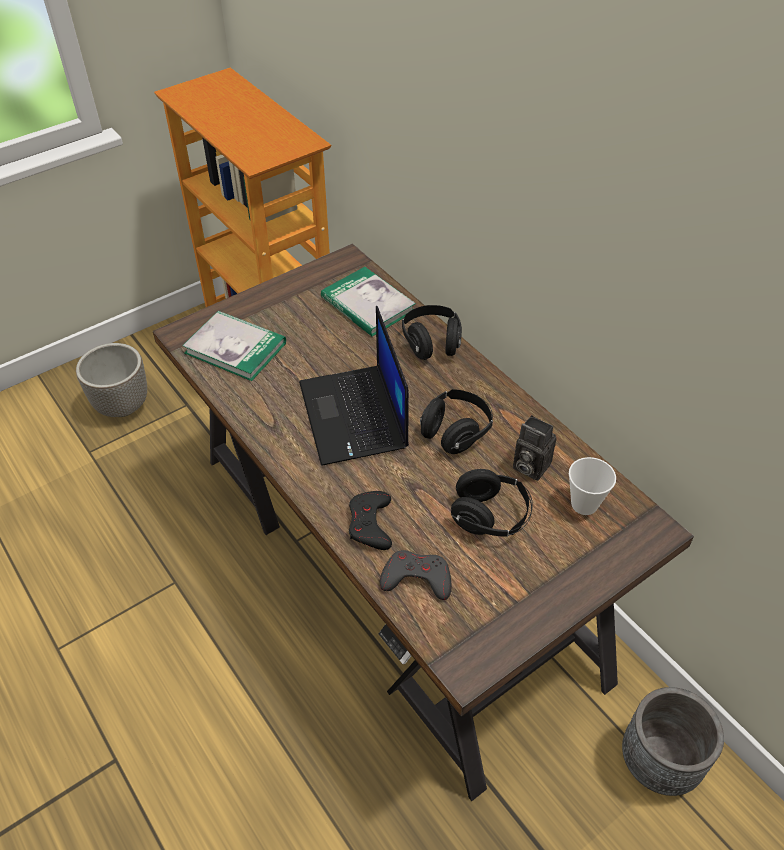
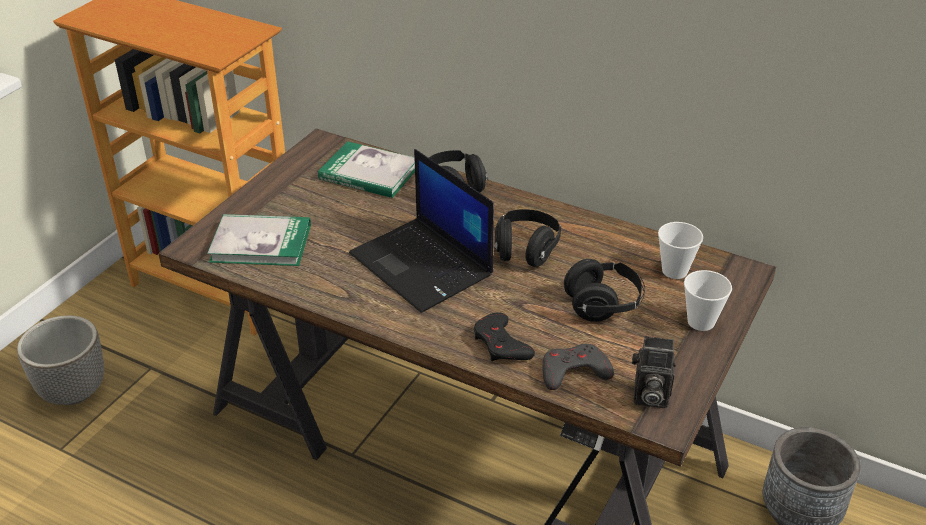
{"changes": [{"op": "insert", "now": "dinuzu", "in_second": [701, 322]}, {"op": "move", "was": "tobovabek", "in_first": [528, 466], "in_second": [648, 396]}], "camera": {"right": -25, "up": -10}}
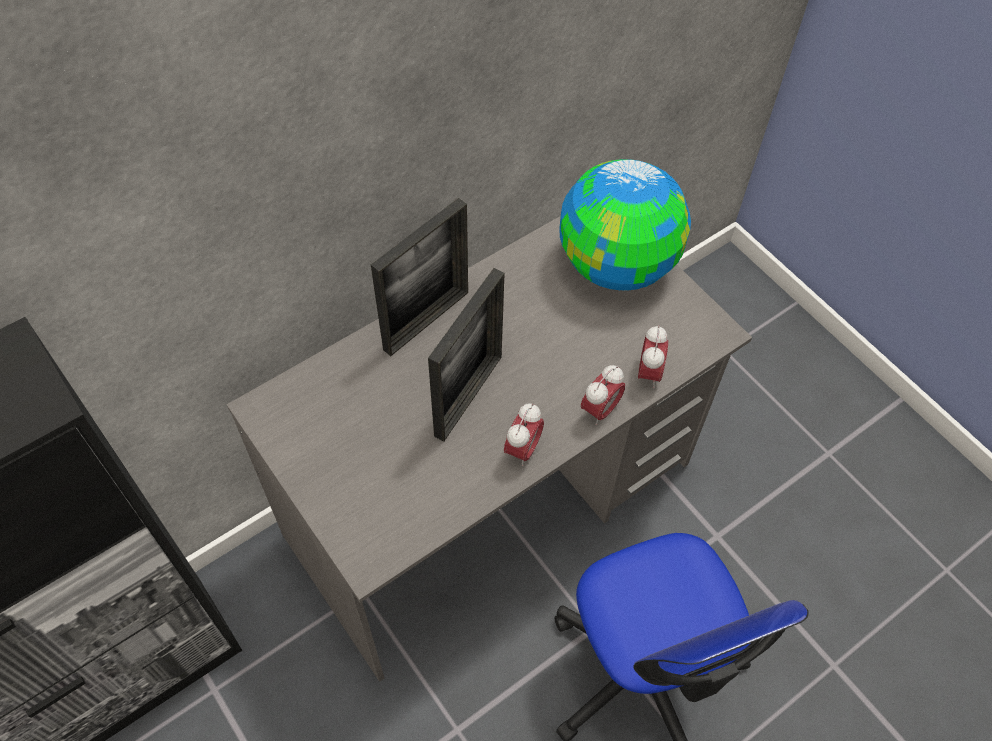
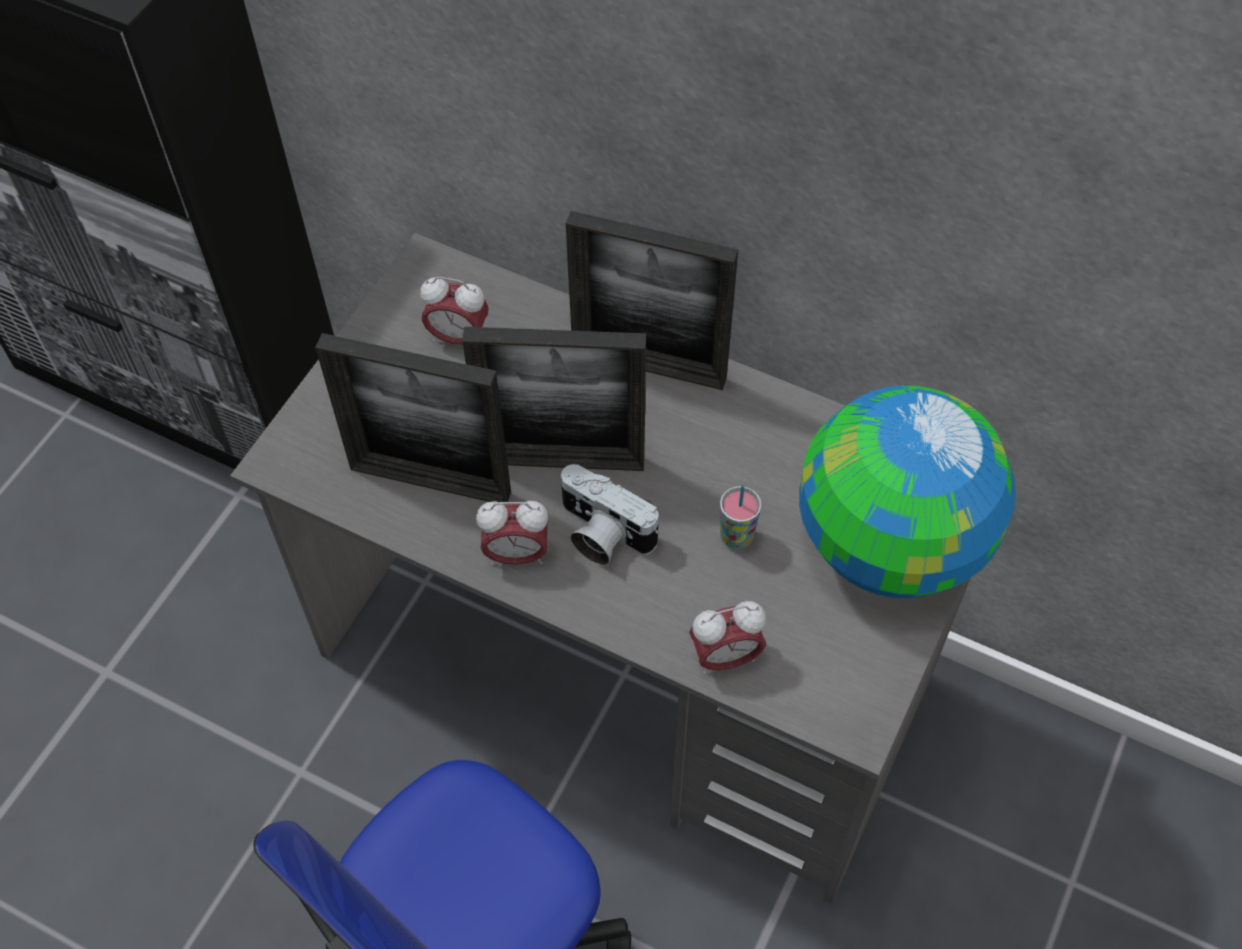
{"changes": [{"op": "insert", "now": "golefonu", "in_second": [430, 481]}, {"op": "insert", "now": "tobovabek", "in_second": [601, 534]}, {"op": "insert", "now": "dinuzu", "in_second": [736, 537]}, {"op": "move", "was": "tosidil", "in_first": [600, 410], "in_second": [458, 337]}], "camera": {"right": 65, "up": 0}}
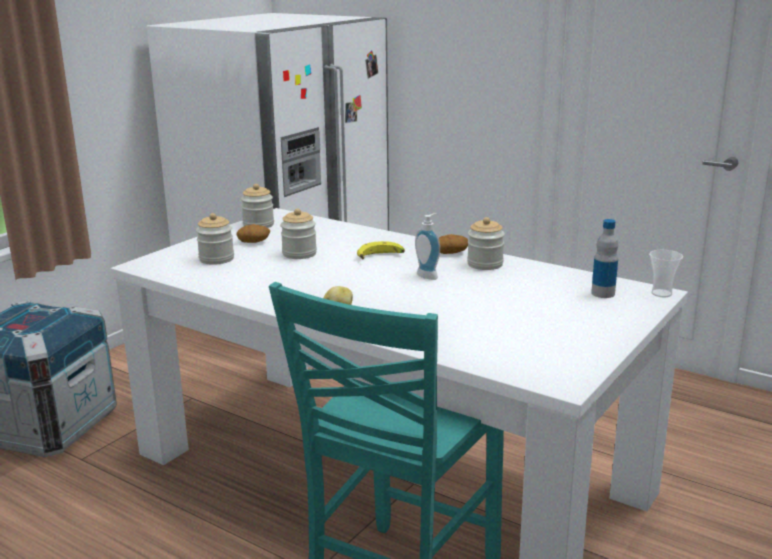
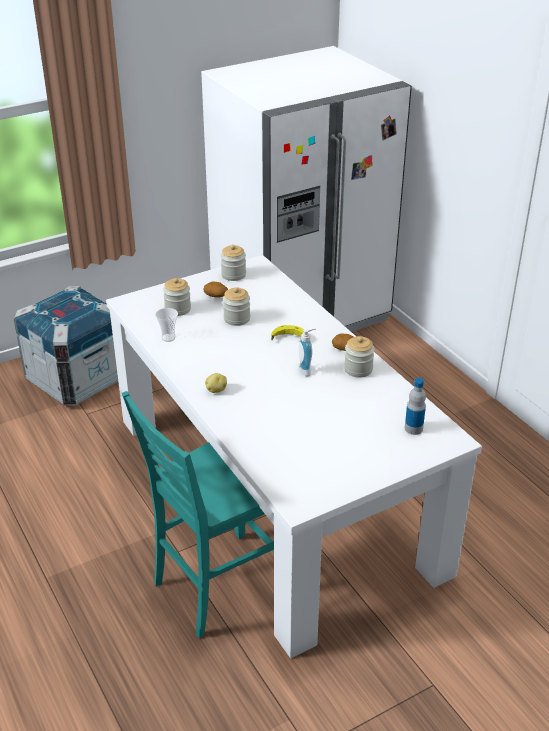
{"changes": [{"op": "move", "was": "dinuzu", "in_first": [661, 293], "in_second": [168, 338]}], "camera": {"right": 25, "up": 15}}
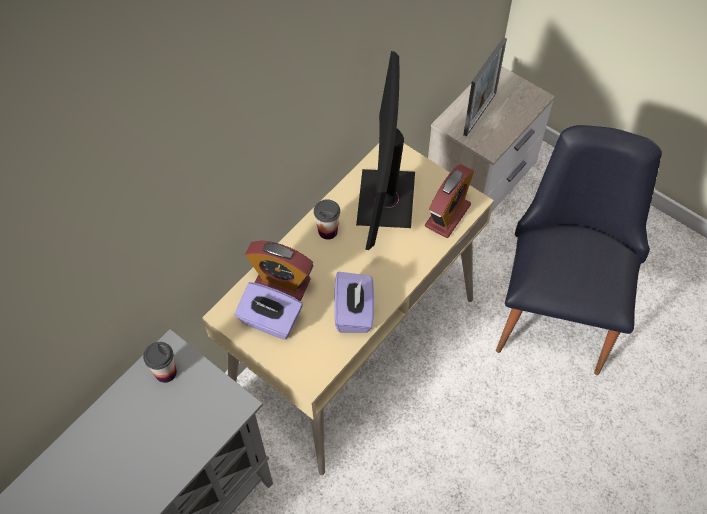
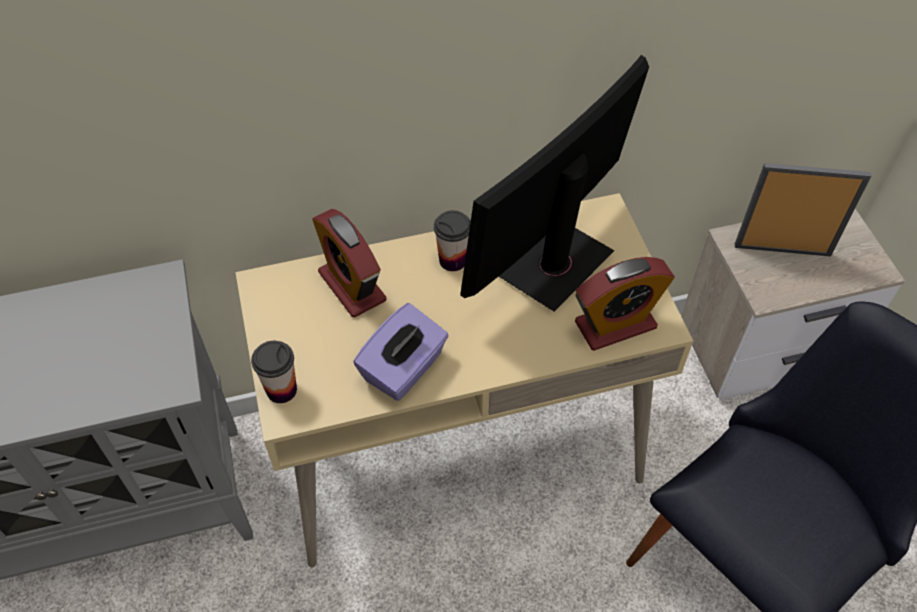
{"changes": [{"op": "delete", "was": "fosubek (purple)", "in_first": [270, 321]}, {"op": "move", "was": "dinuzu", "in_first": [165, 372], "in_second": [281, 390]}, {"op": "rotate", "was": "golefonu", "in_first": [480, 114], "in_second": [782, 250], "clockwise": -150}], "camera": {"right": 35, "up": -5}}
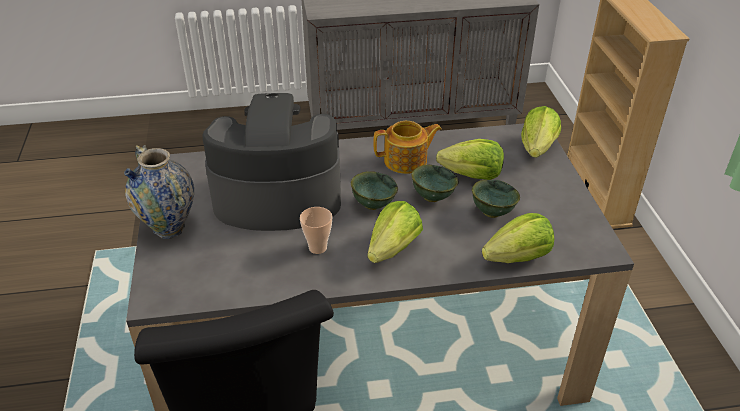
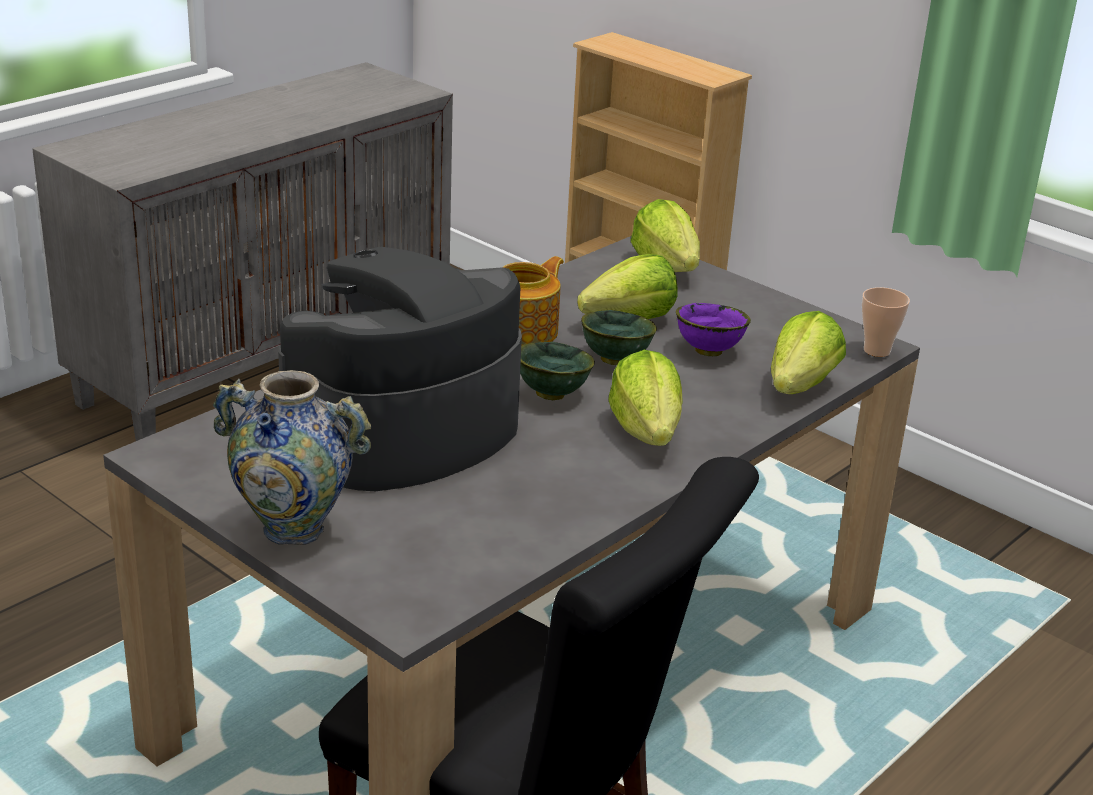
{"changes": [{"op": "move", "was": "dinuzu", "in_first": [317, 248], "in_second": [877, 351]}, {"op": "recolor", "was": "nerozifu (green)", "now": "nerozifu (purple)", "in_first": [491, 212], "in_second": [707, 351]}], "camera": {"right": -40, "up": -10}}
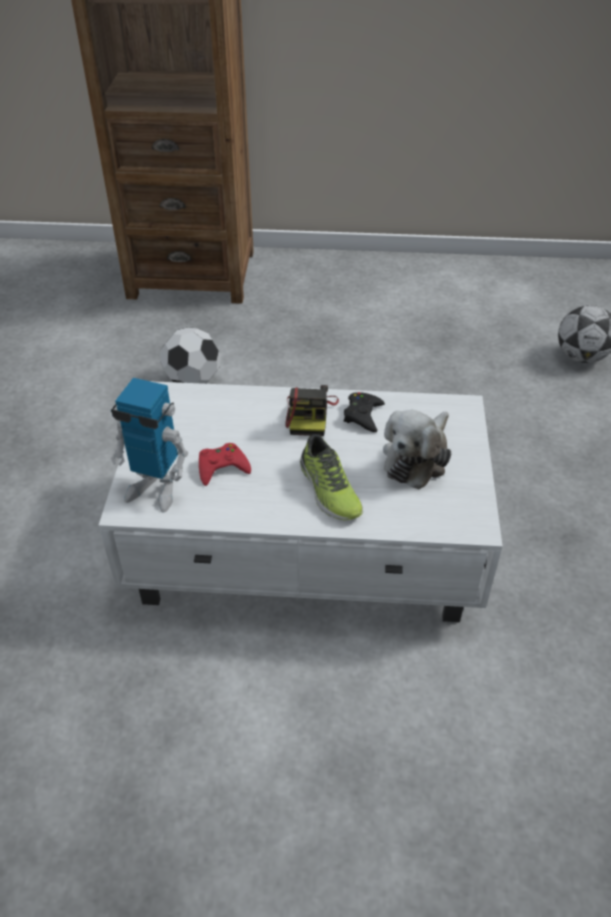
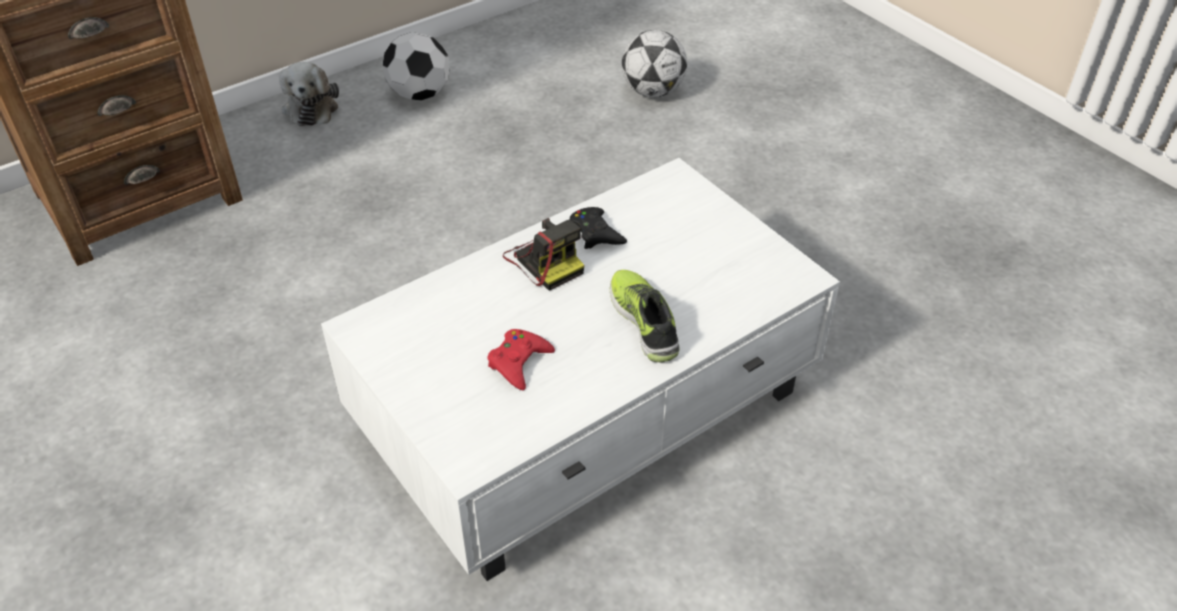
{"changes": [{"op": "delete", "was": "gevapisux", "in_first": [155, 489]}, {"op": "move", "was": "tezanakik", "in_first": [193, 380], "in_second": [420, 94]}, {"op": "move", "was": "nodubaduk", "in_first": [417, 458], "in_second": [311, 107]}, {"op": "rotate", "was": "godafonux", "in_first": [328, 490], "in_second": [645, 321], "clockwise": -135}], "camera": {"right": -40, "up": 0}}
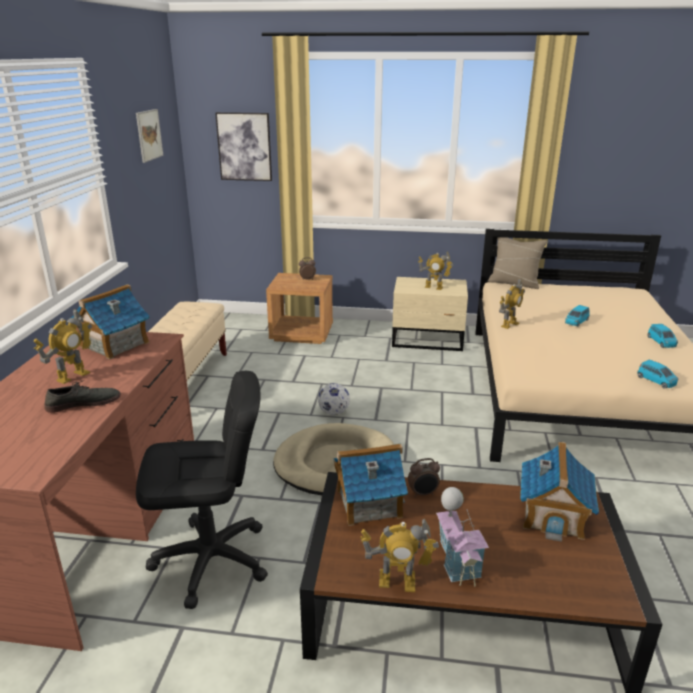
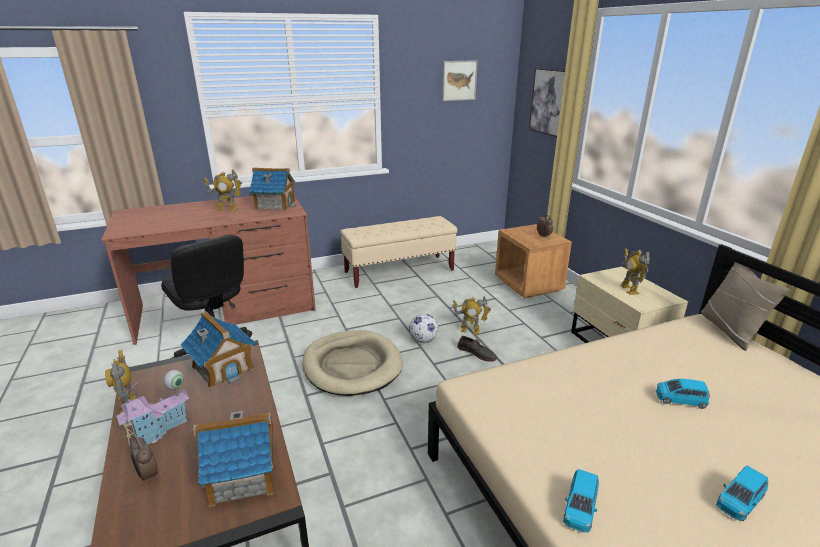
{"changes": [{"op": "move", "was": "godafonux (grey)", "in_first": [83, 403], "in_second": [477, 353]}, {"op": "move", "was": "tosidil", "in_first": [423, 494], "in_second": [148, 475]}, {"op": "move", "was": "gevapisux", "in_first": [509, 324], "in_second": [470, 331]}], "camera": {"right": 60, "up": 0}}
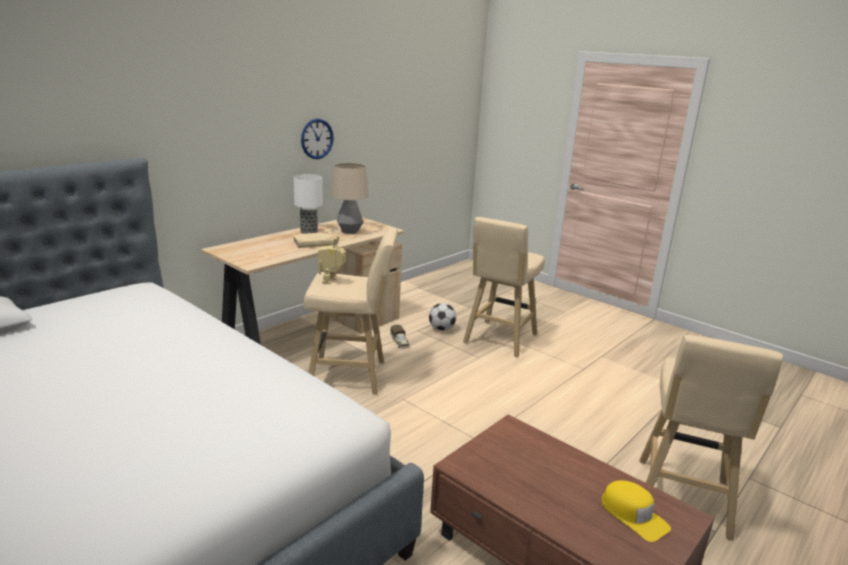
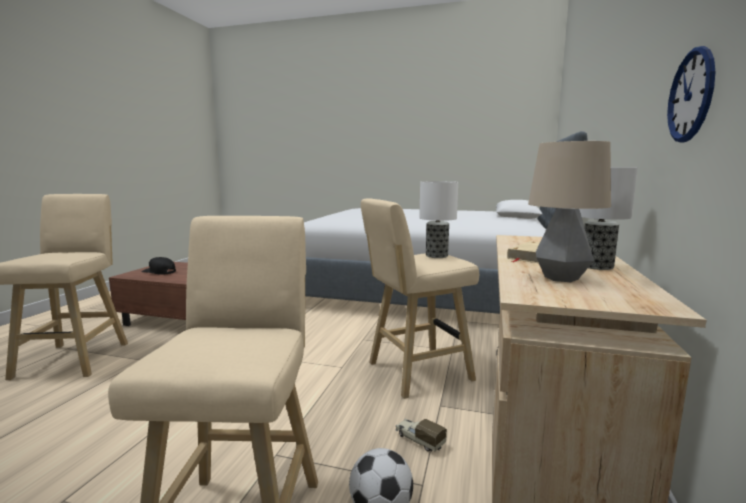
{"changes": [{"op": "replace", "was": "gevapisux", "now": "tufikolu", "in_first": [332, 281], "in_second": [436, 256]}, {"op": "recolor", "was": "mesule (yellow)", "now": "mesule (black)", "in_first": [633, 515], "in_second": [159, 272]}], "camera": {"right": 155, "up": -10}}
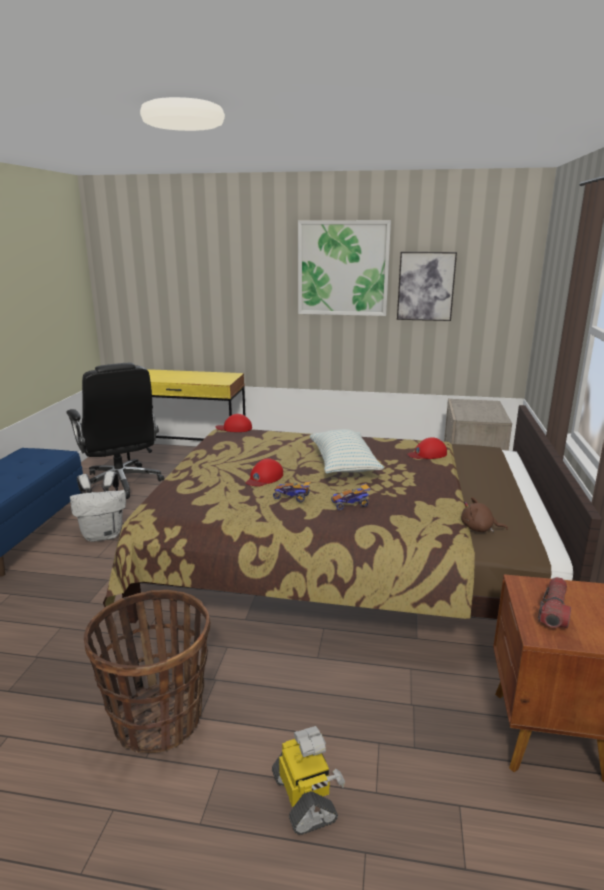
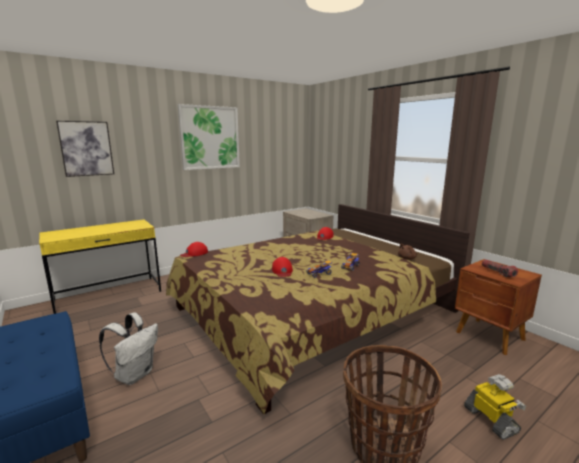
{"changes": [{"op": "delete", "was": "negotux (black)", "in_first": [121, 483]}, {"op": "delete", "was": "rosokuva", "in_first": [343, 465]}, {"op": "move", "was": "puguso", "in_first": [425, 286], "in_second": [86, 148]}, {"op": "rotate", "was": "gevapisux", "in_first": [305, 798], "in_second": [491, 420], "clockwise": 45}], "camera": {"right": -45, "up": -5}}
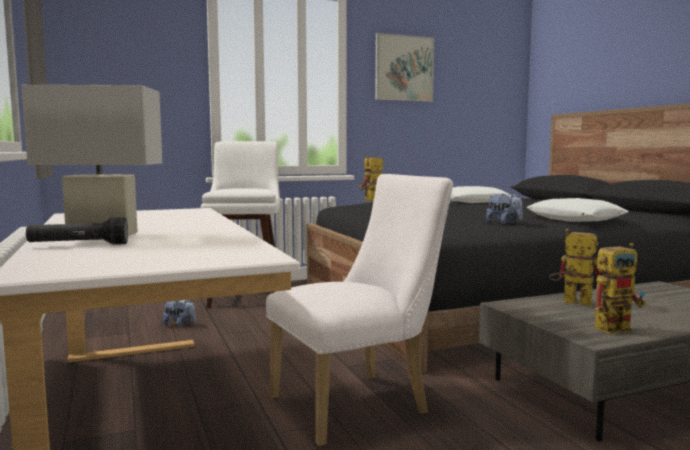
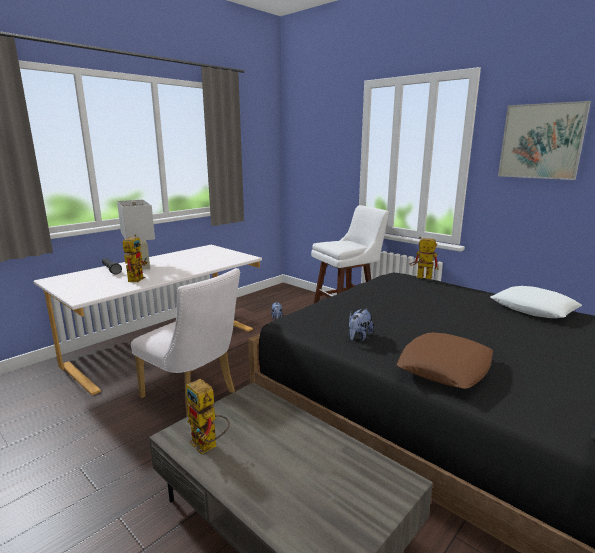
{"changes": [{"op": "move", "was": "gevapisux", "in_first": [570, 302], "in_second": [136, 278]}, {"op": "recolor", "was": "rosokuva (white)", "now": "rosokuva (brown)", "in_first": [575, 219], "in_second": [445, 367]}], "camera": {"right": 65, "up": 10}}
